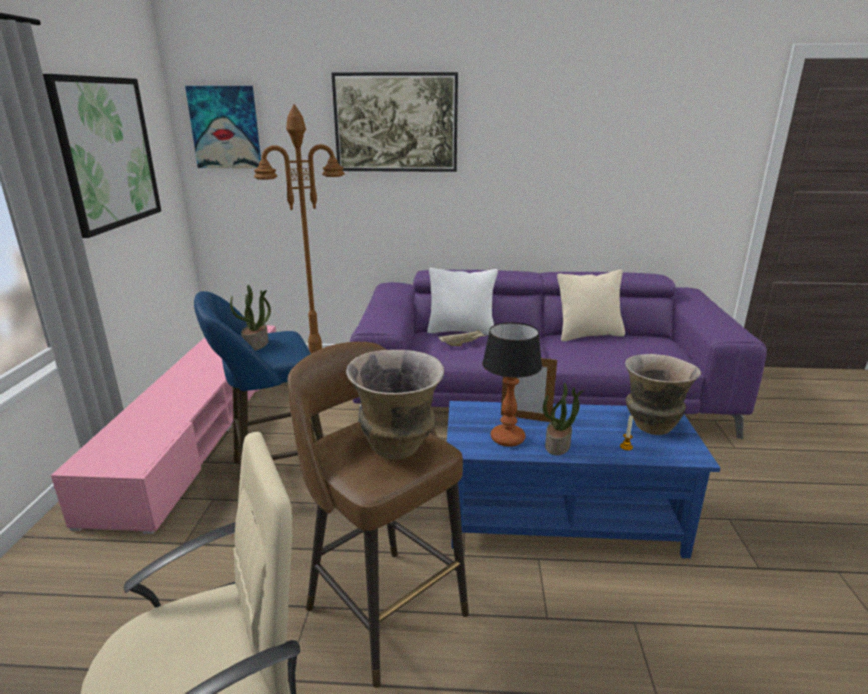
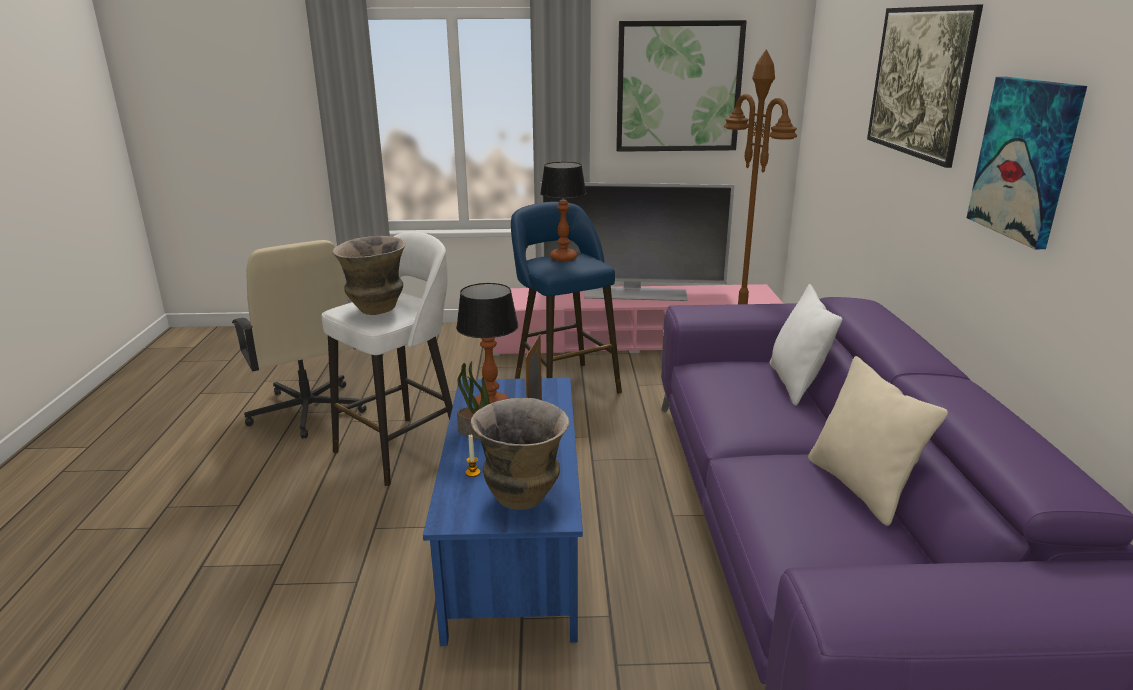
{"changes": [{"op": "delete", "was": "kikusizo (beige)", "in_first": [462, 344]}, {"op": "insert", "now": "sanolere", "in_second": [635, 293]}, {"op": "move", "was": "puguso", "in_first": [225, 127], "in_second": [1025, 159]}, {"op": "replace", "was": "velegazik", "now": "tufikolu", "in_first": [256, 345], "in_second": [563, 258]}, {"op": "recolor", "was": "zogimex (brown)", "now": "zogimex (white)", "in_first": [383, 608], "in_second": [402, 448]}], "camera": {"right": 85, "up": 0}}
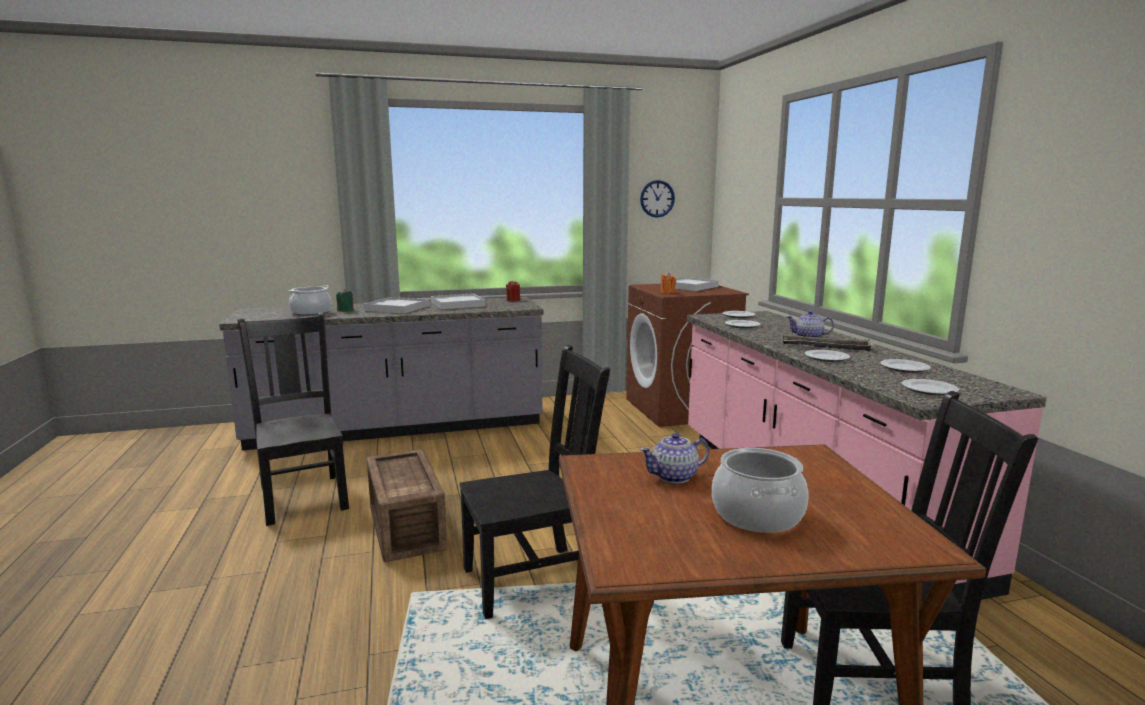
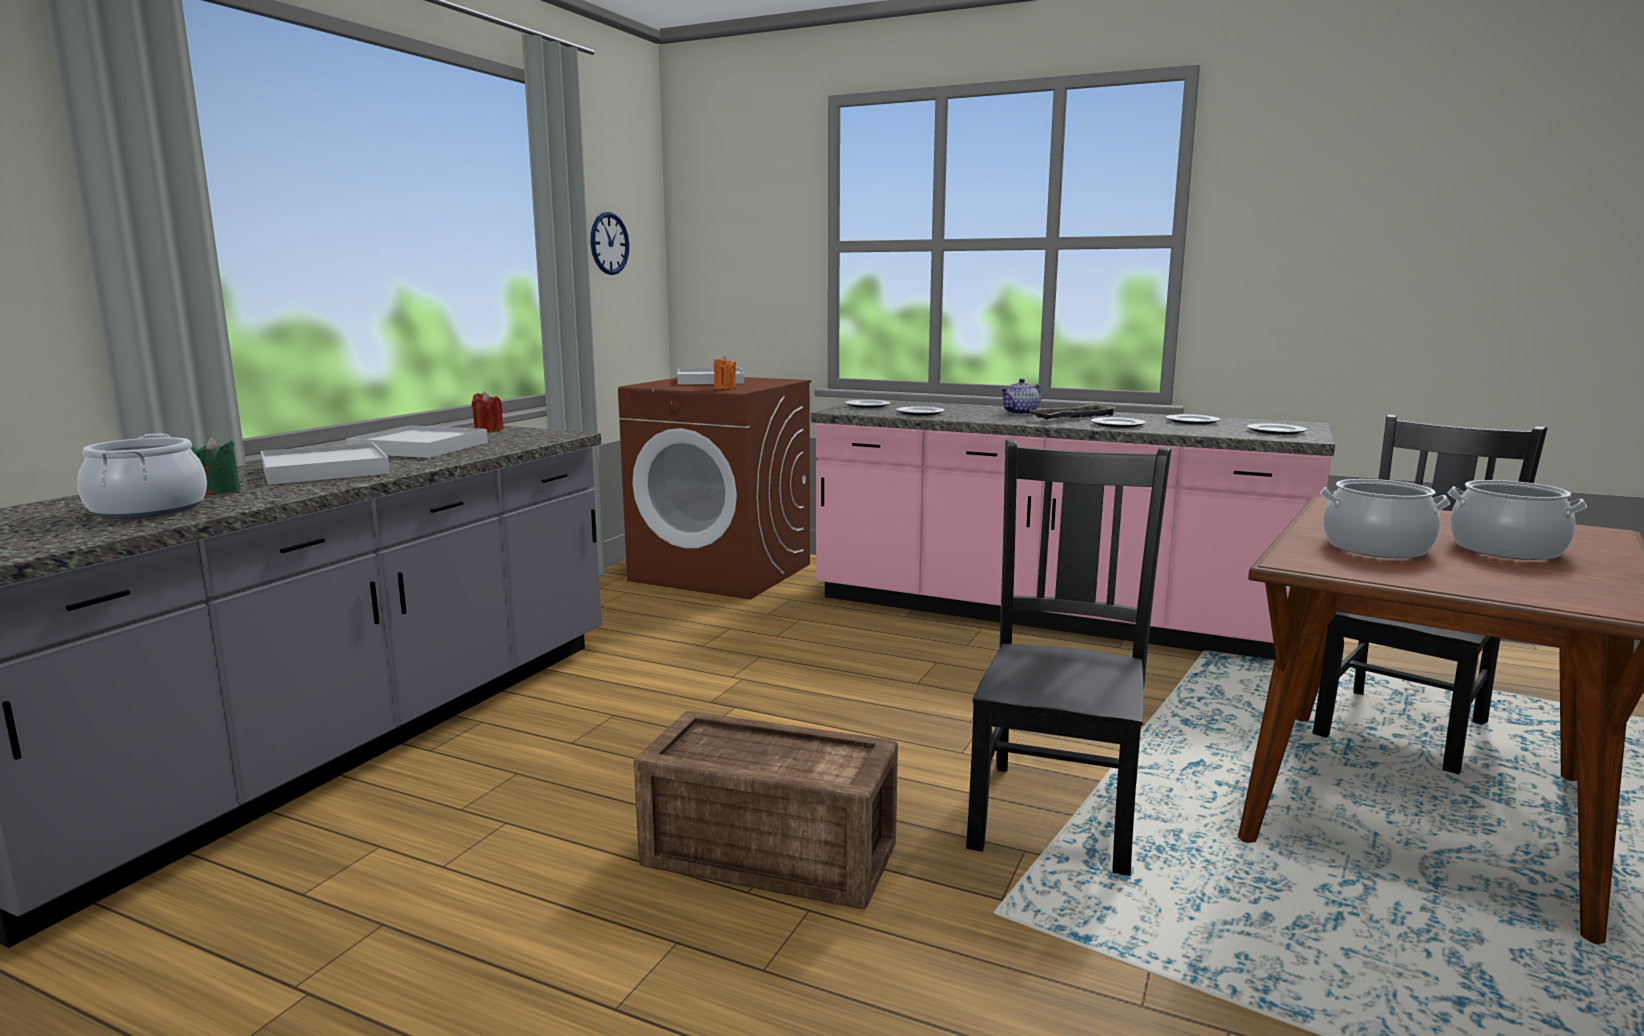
{"changes": [{"op": "delete", "was": "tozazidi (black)", "in_first": [304, 497]}, {"op": "replace", "was": "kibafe", "now": "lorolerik", "in_first": [674, 477], "in_second": [1376, 547]}], "camera": {"right": -50, "up": 0}}
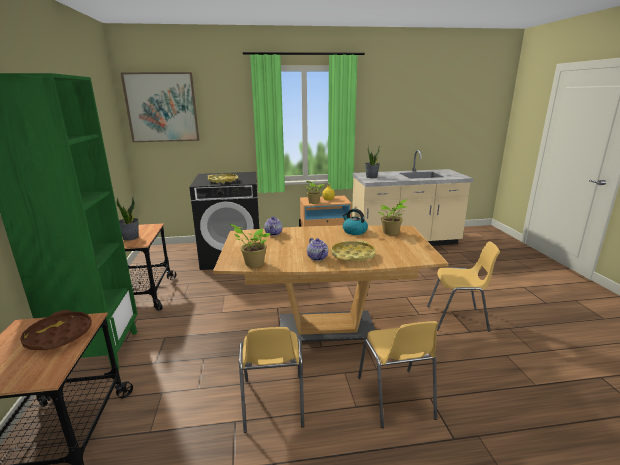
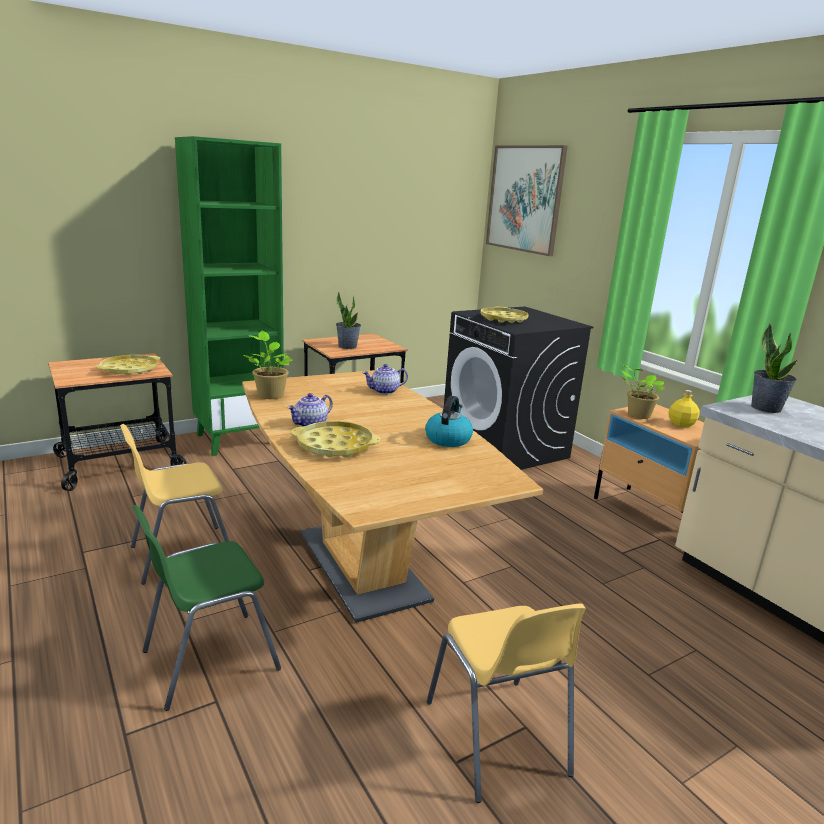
{"changes": [{"op": "delete", "was": "velegazik", "in_first": [391, 233]}, {"op": "recolor", "was": "kikusizo (brown)", "now": "kikusizo (yellow)", "in_first": [59, 335], "in_second": [129, 369]}, {"op": "recolor", "was": "tozazidi (yellow)", "now": "tozazidi (green)", "in_first": [395, 398], "in_second": [208, 659]}], "camera": {"right": 65, "up": 0}}
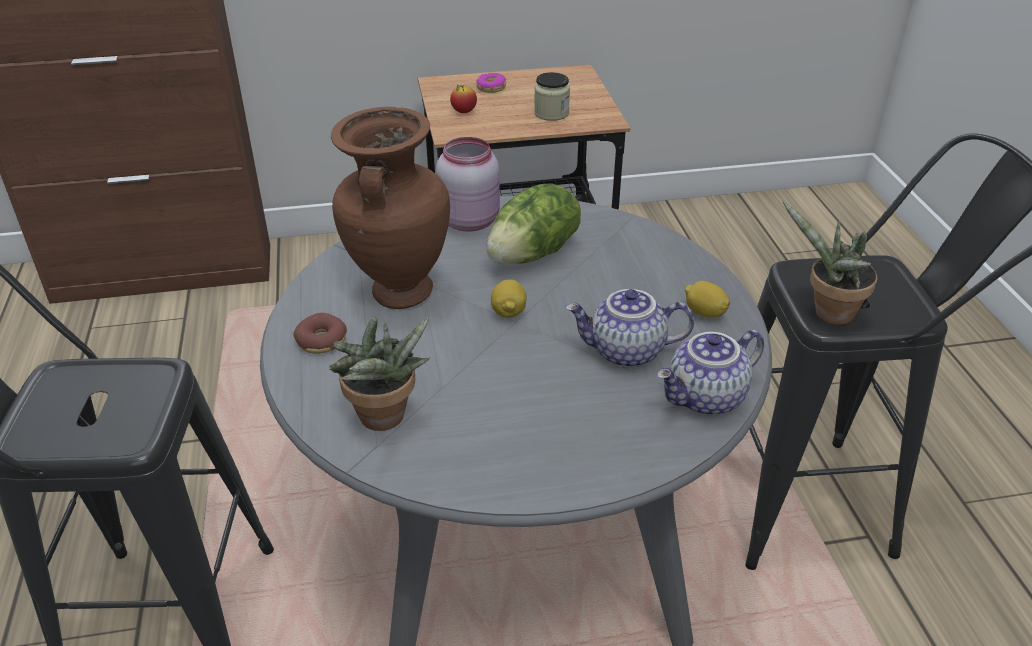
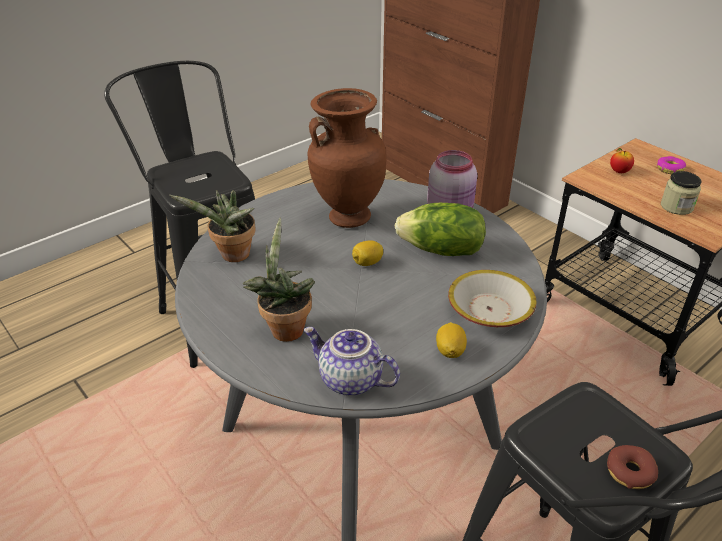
{"changes": [{"op": "delete", "was": "kibafe", "in_first": [626, 353]}, {"op": "insert", "now": "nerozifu", "in_second": [489, 309]}, {"op": "move", "was": "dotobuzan", "in_first": [321, 340], "in_second": [630, 472]}, {"op": "move", "was": "velegazik", "in_first": [827, 314], "in_second": [284, 327]}], "camera": {"right": 60, "up": 0}}
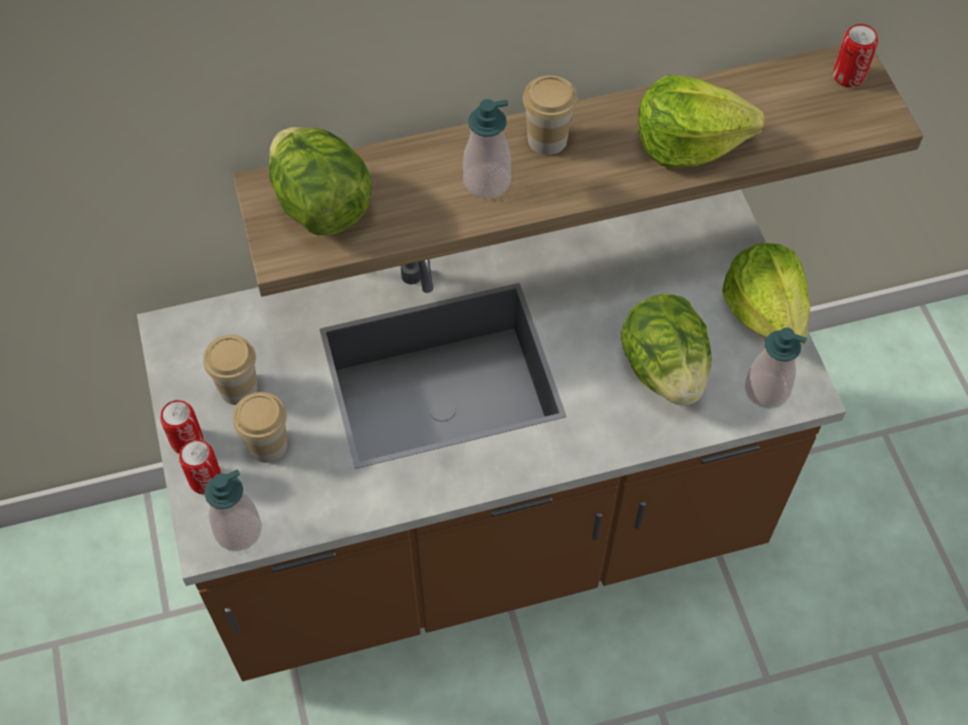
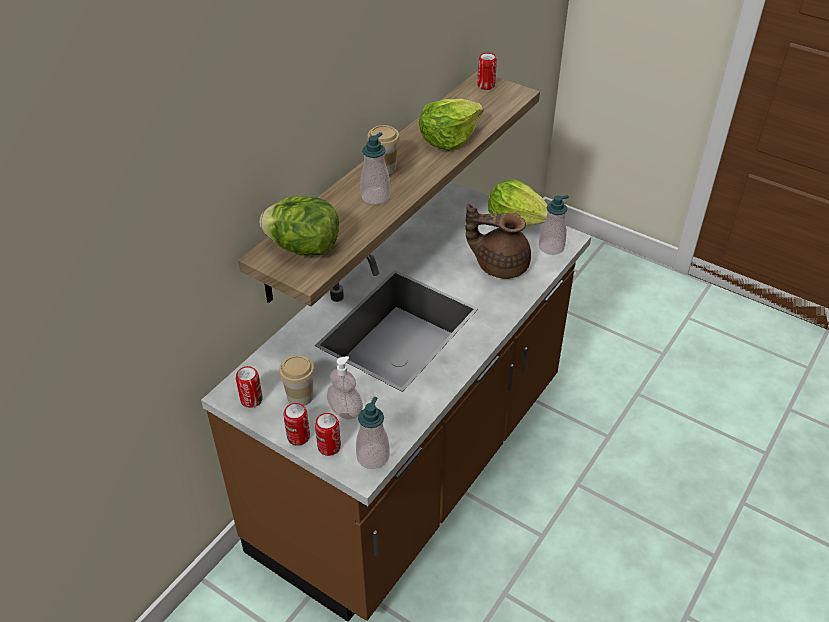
{"changes": [{"op": "insert", "now": "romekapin", "in_second": [251, 400]}, {"op": "replace", "was": "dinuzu", "now": "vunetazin", "in_first": [267, 445], "in_second": [345, 410]}, {"op": "replace", "was": "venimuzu", "now": "kibafe (brown)", "in_first": [664, 369], "in_second": [499, 265]}], "camera": {"right": -40, "up": -15}}
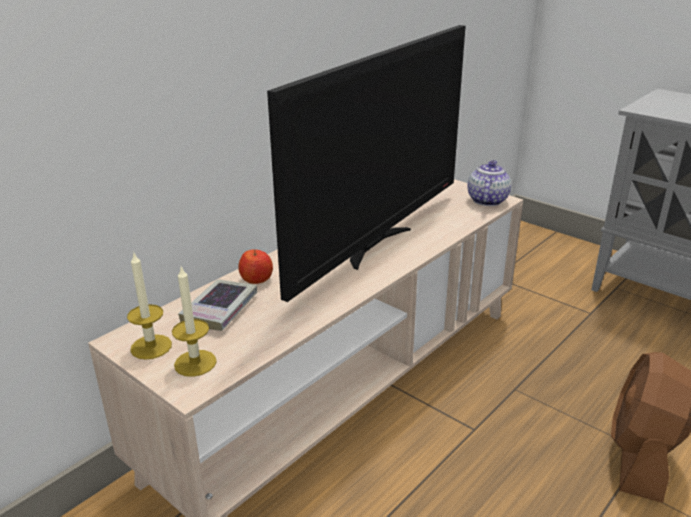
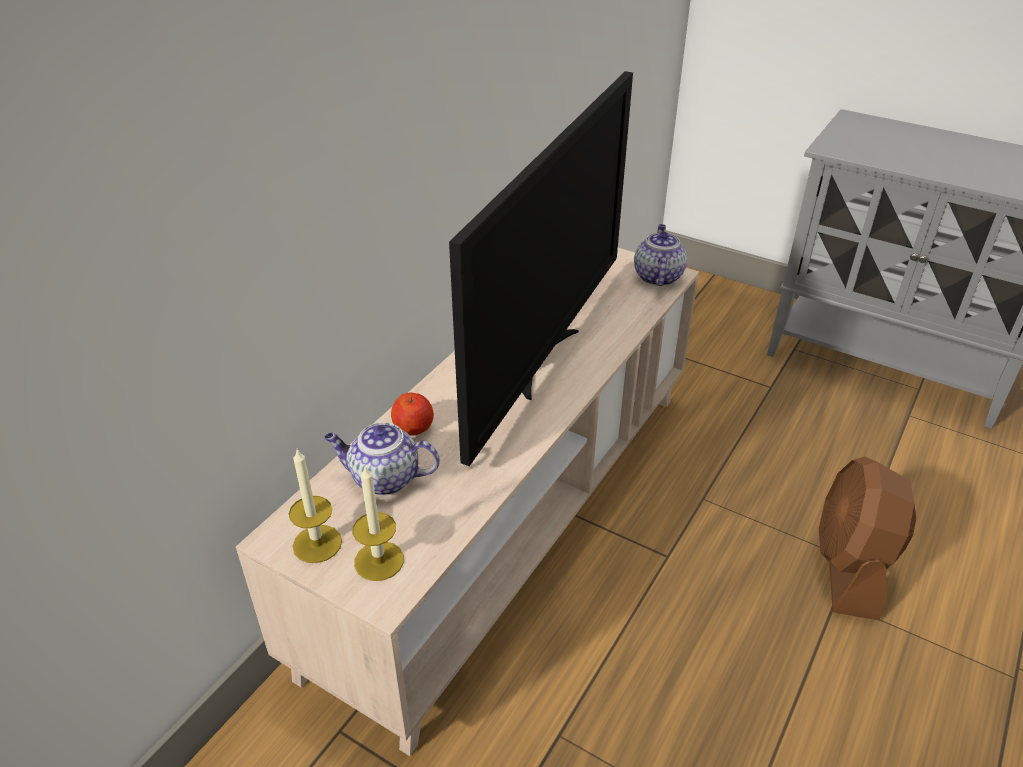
{"changes": [{"op": "replace", "was": "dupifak", "now": "kibafe", "in_first": [220, 310], "in_second": [383, 479]}], "camera": {"right": -10, "up": 10}}
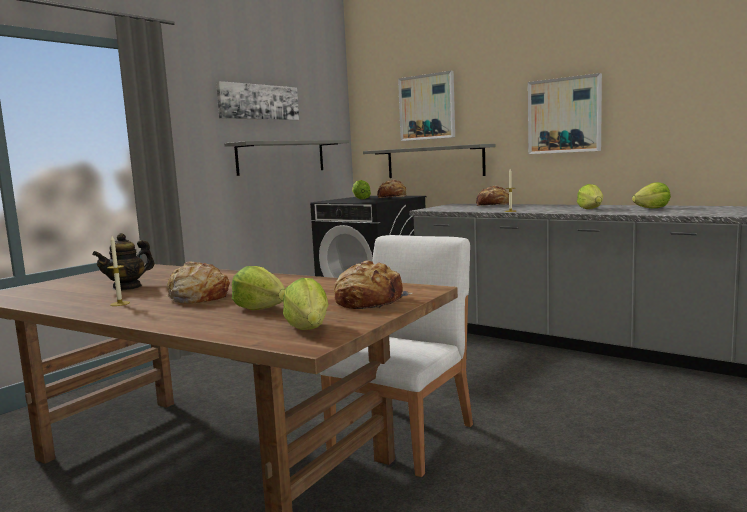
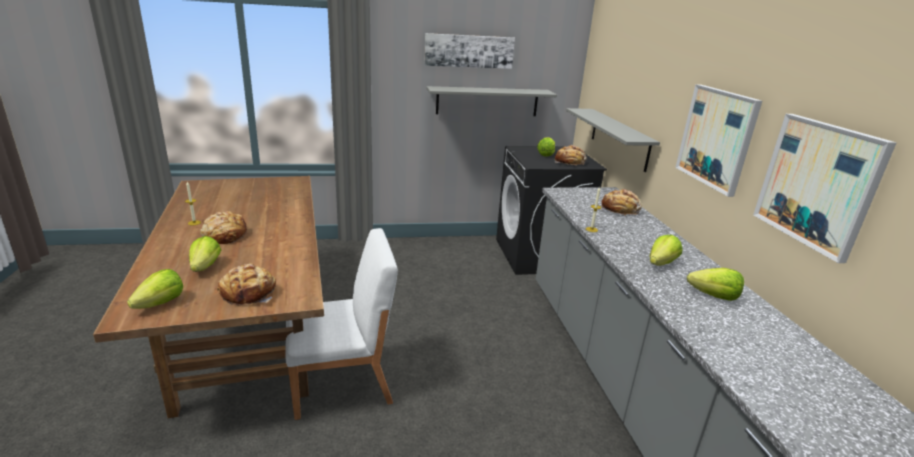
{"changes": [{"op": "delete", "was": "kibafe", "in_first": [127, 287]}, {"op": "move", "was": "puguso", "in_first": [427, 107], "in_second": [817, 184]}], "camera": {"right": 40, "up": 15}}
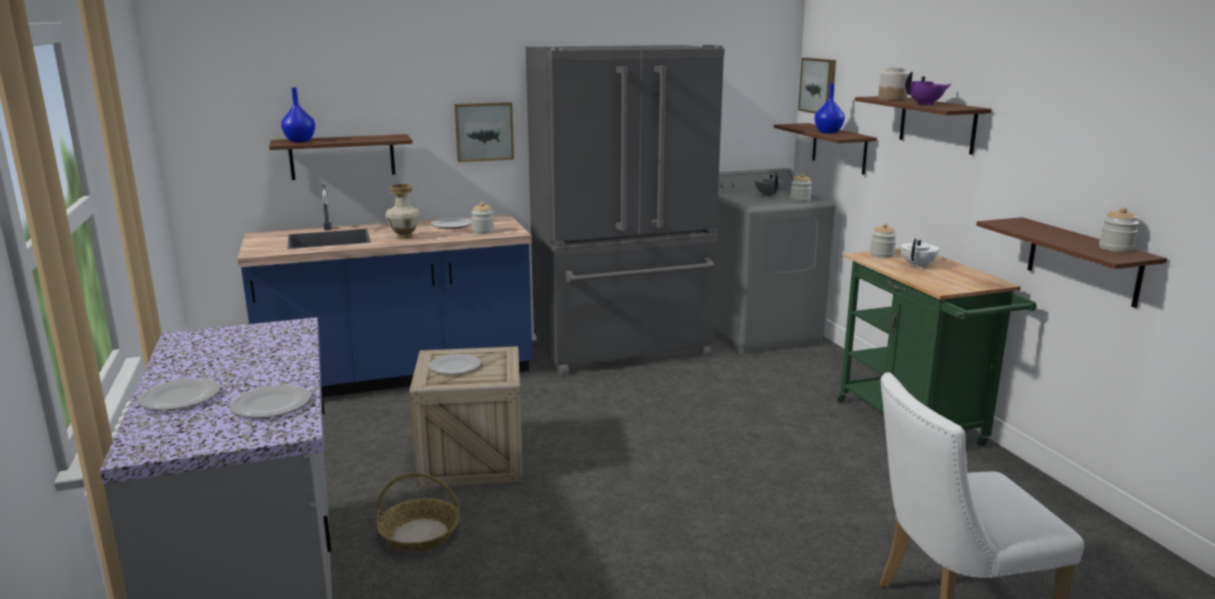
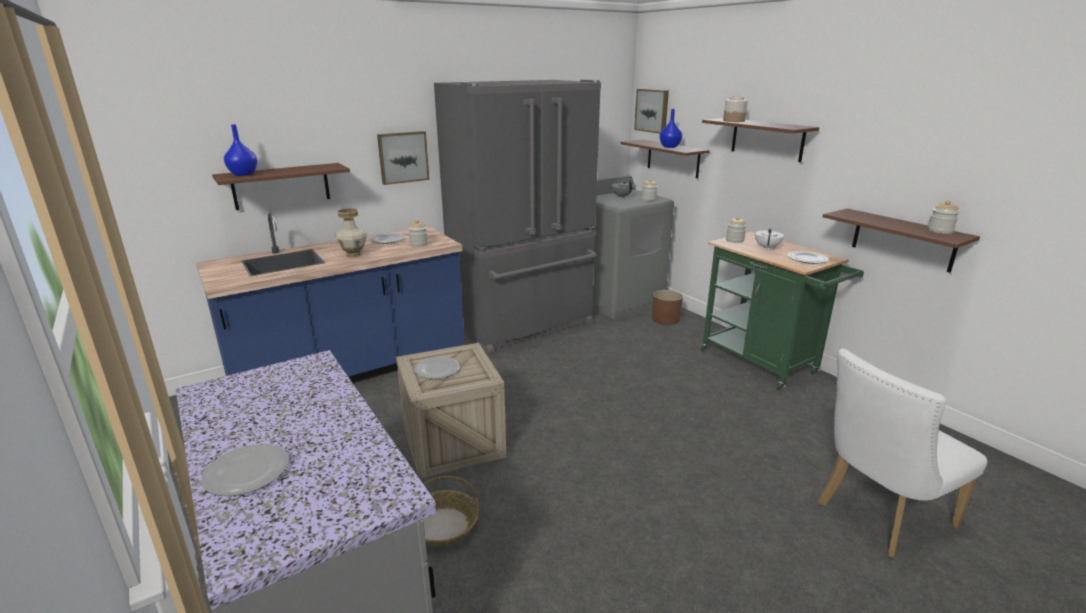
{"changes": [{"op": "delete", "was": "kibafe (purple)", "in_first": [925, 104]}, {"op": "insert", "now": "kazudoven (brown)", "in_second": [665, 319]}, {"op": "move", "was": "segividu", "in_first": [272, 404], "in_second": [807, 259]}], "camera": {"right": -15, "up": 5}}
